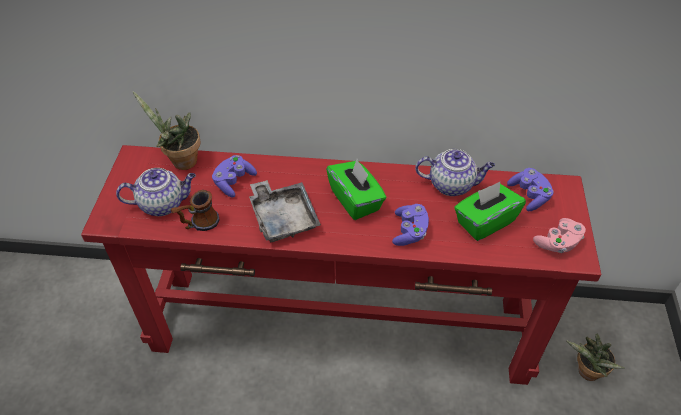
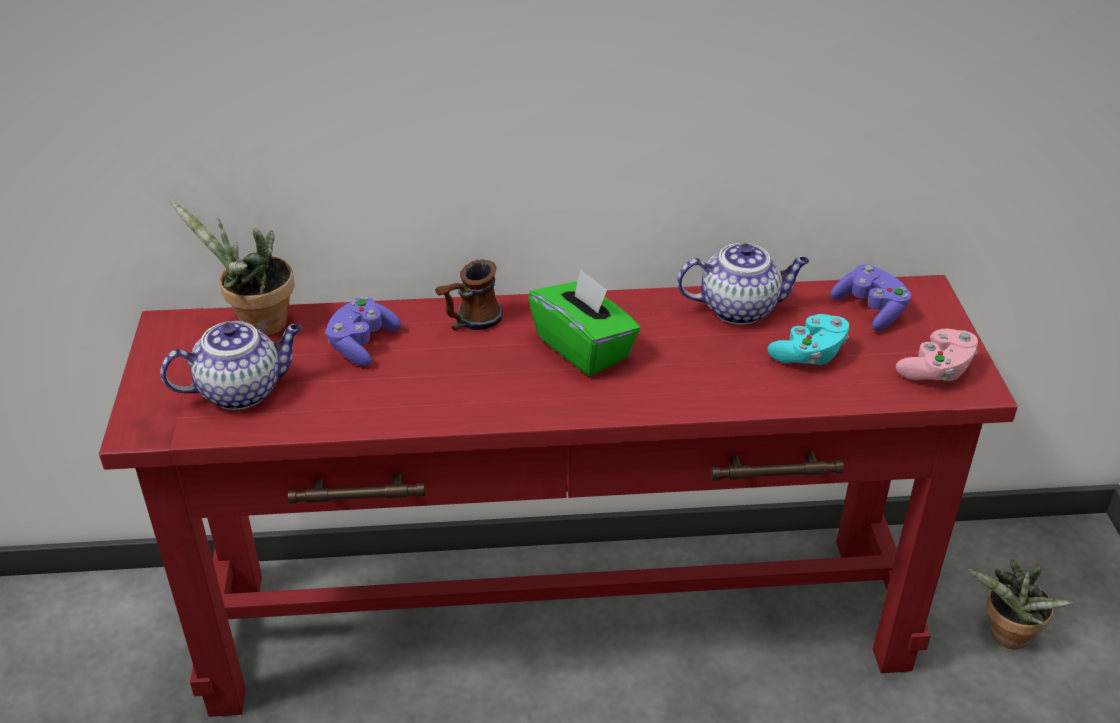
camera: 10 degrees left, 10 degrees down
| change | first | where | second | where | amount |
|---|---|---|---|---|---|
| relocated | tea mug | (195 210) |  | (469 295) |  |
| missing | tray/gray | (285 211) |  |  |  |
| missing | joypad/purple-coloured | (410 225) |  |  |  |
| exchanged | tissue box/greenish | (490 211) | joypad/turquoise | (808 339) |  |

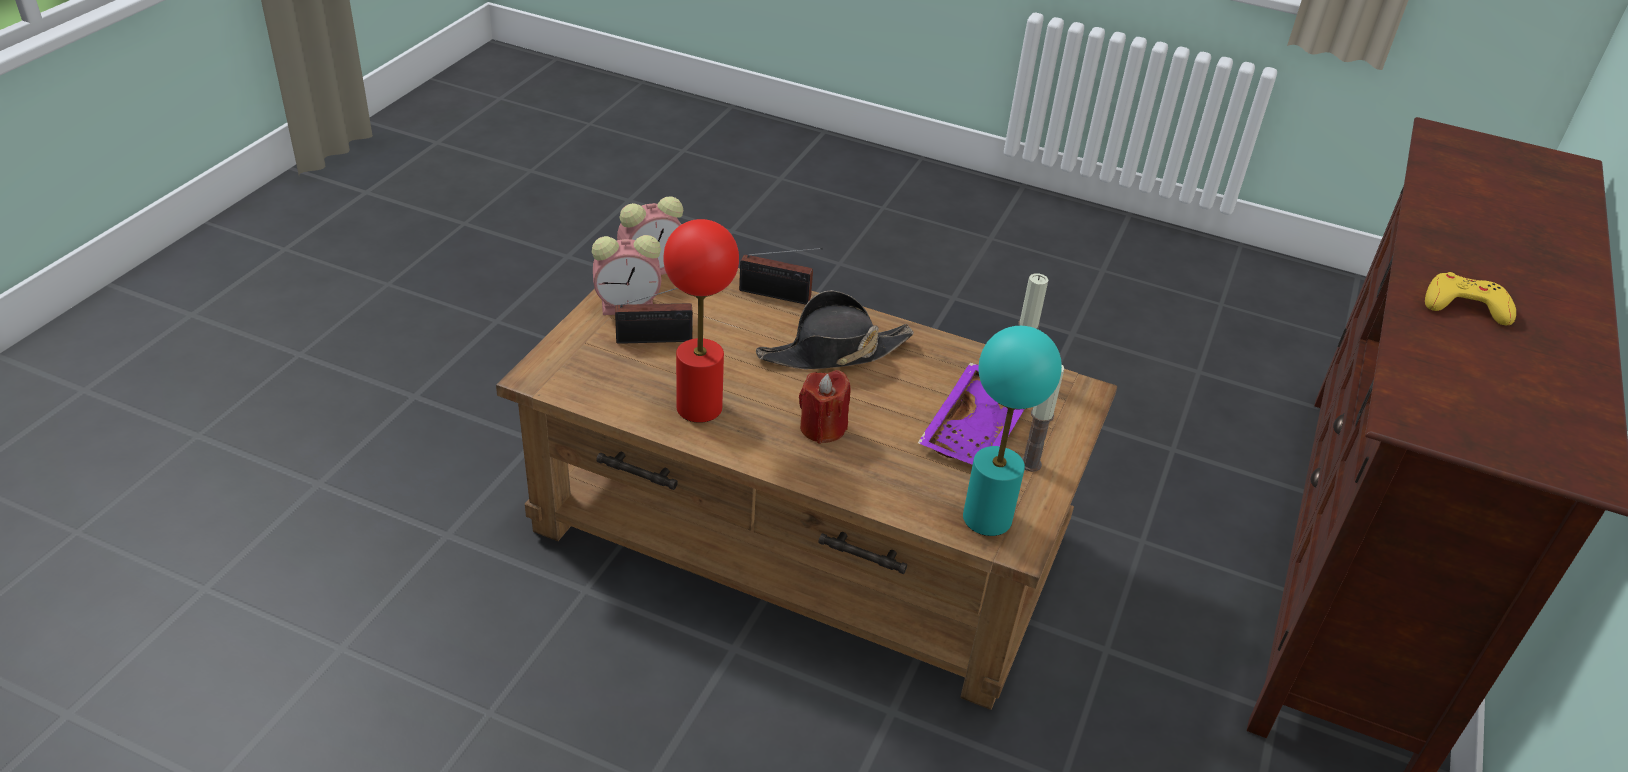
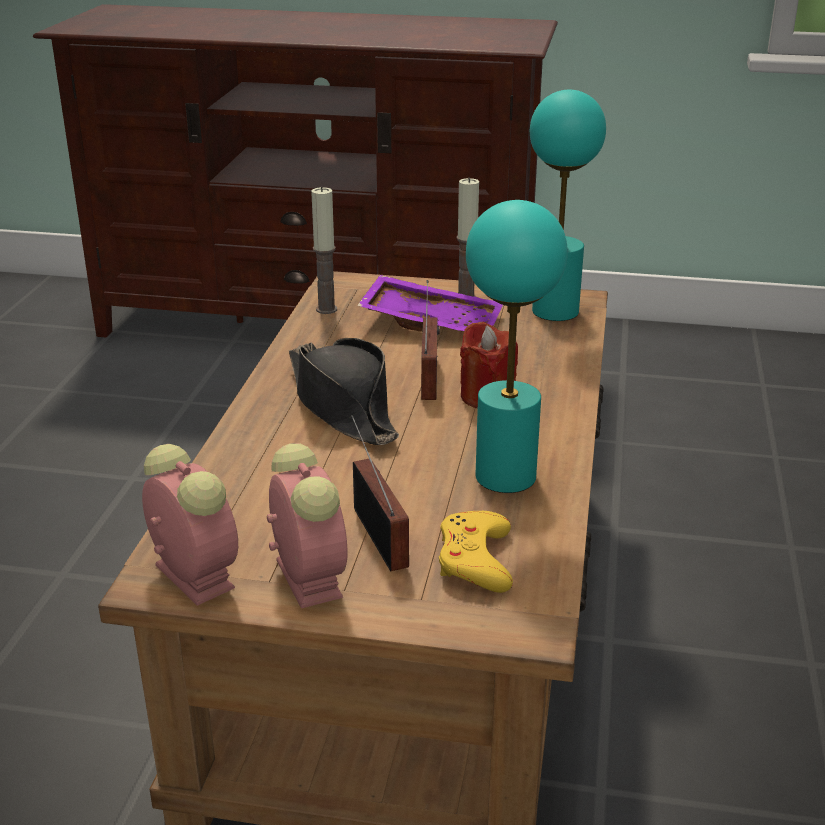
camera: 100 degrees left, 10 degrees down
| change | first | where | second | where | amount |
|---|---|---|---|---|---|
| colour | table lamp/red-coloured | (701 321) | table lamp/turquoise | (517 346) |  |
| relocated | radio receiver | (781 276) |  | (430 340) |  |
| relocated | joypad/yellow-coloured | (1470 299) |  | (476 552) |  |

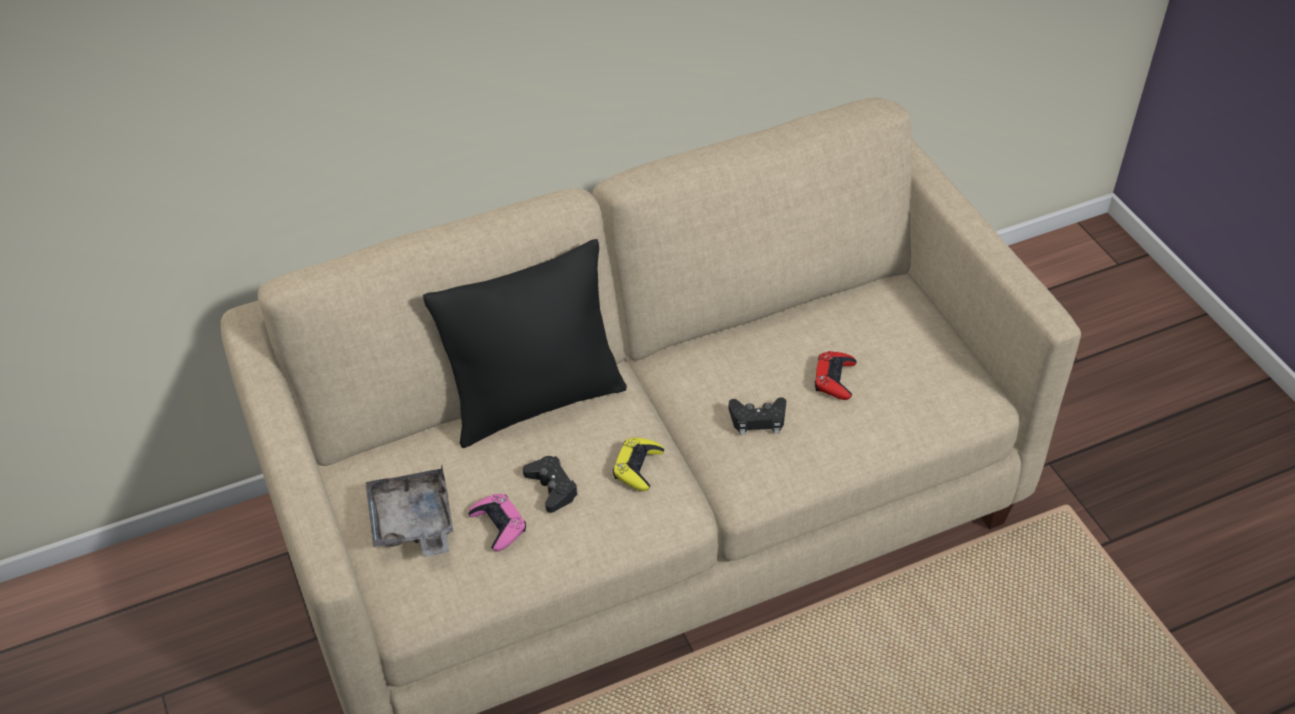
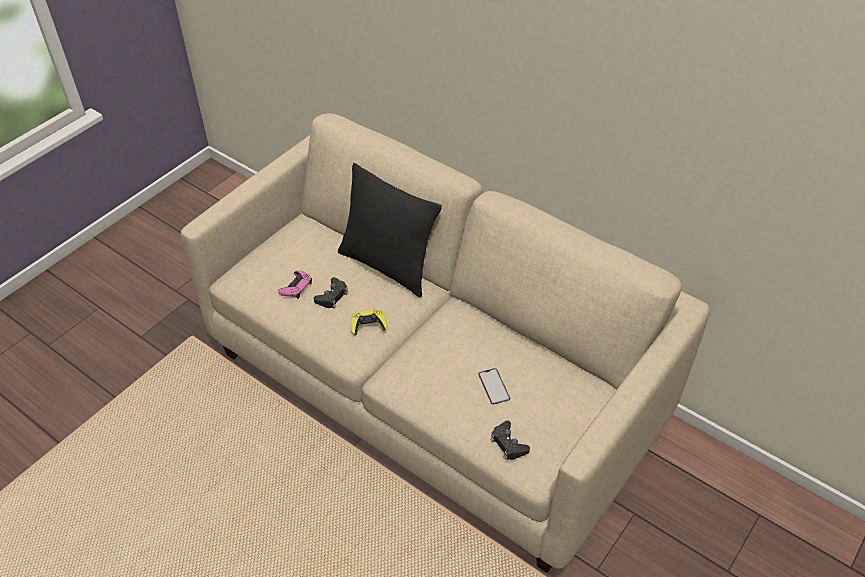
camera: 60 degrees right, 0 degrees up
| change | first | where | second | where | amount |
|---|---|---|---|---|---|
| missing | tray/gray | (410 511) |  |  |  |
| relocated | joypad/black-coloured | (757 415) |  | (510 440) |  |
| exchanged | joypad/red-coloured | (835 375) | phone | (494 386) |  |

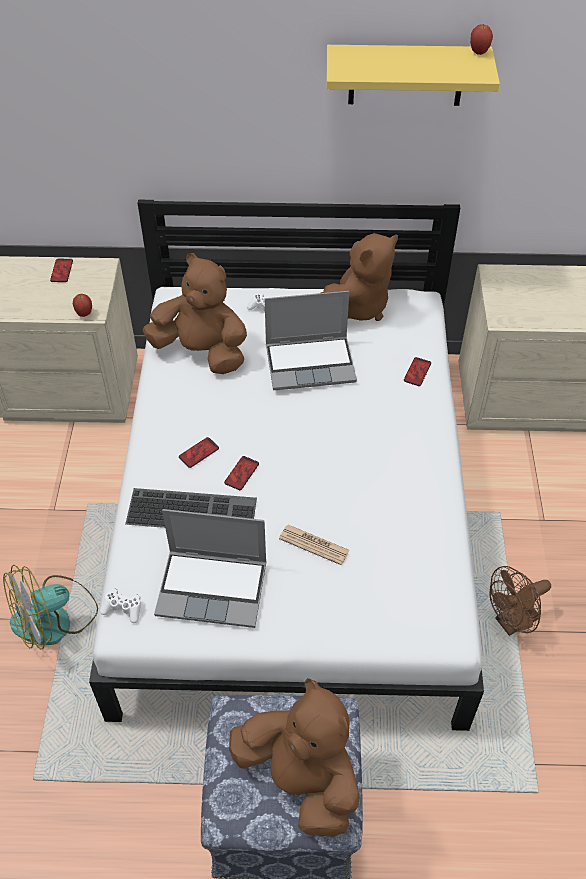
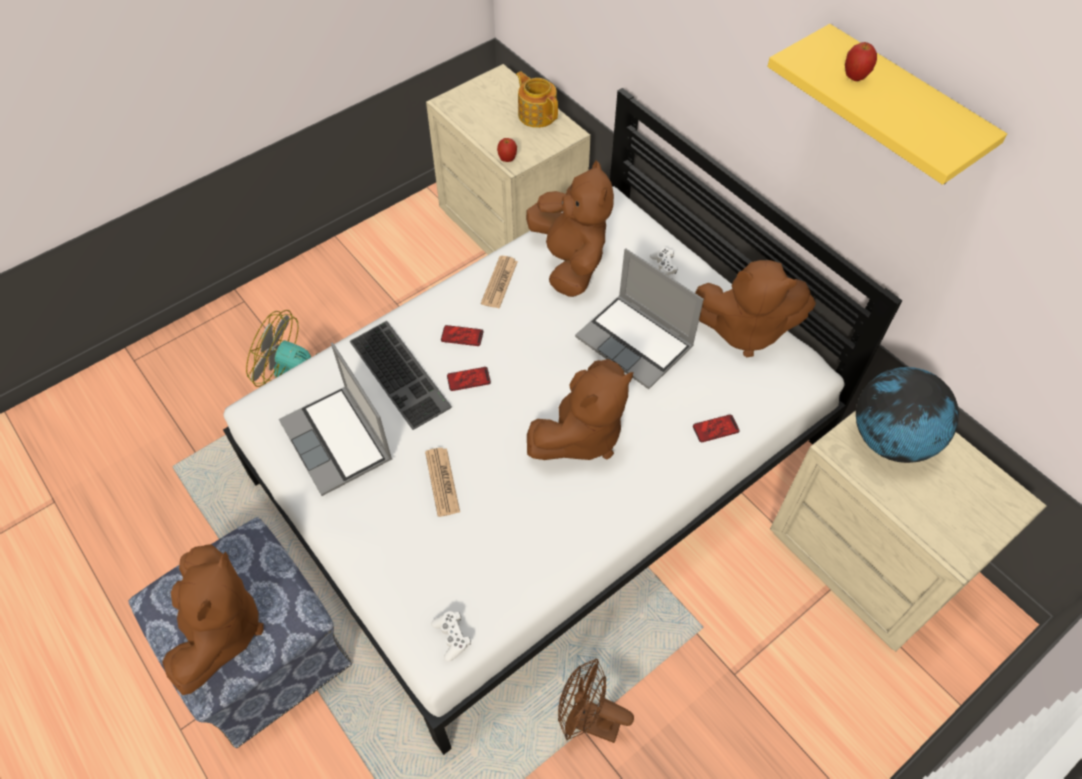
camera: 50 degrees right, 5 degrees up
| change | first | where | second | where | amount |
|---|---|---|---|---|---|
| exchanged | phone | (61 270) | tea pot | (537 99) |  |
| relocated | joypad/white | (120 605) |  | (451 636) |  |
| relocated | apple | (481 39) |  | (861 61) |  |
| appeared |  |  | newspaper | (499 282) |  |
| appeared |  |  | soft toy/brown-coloured | (580 409) |  |
| appeared |  |  | desk globe | (907 415) |  |

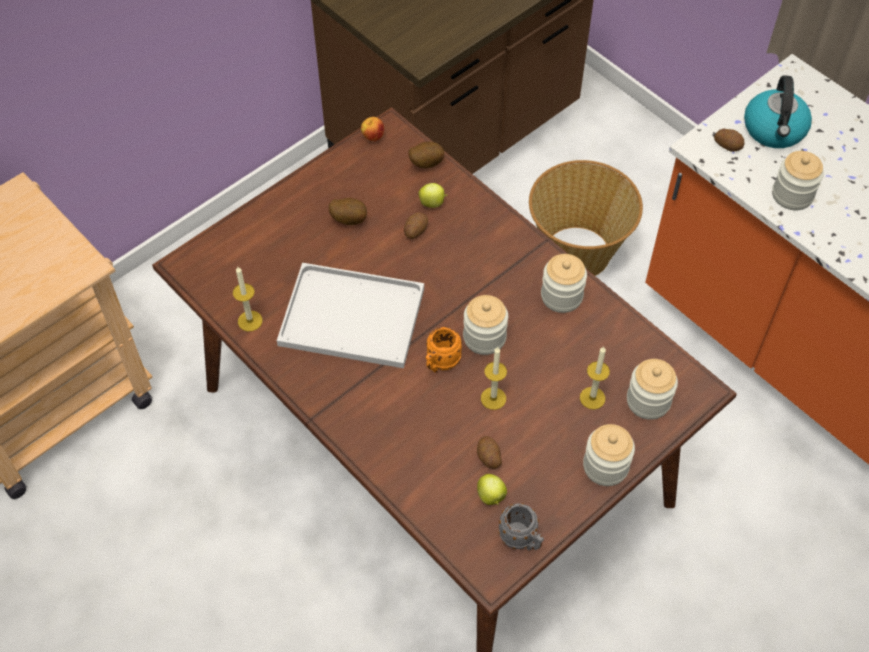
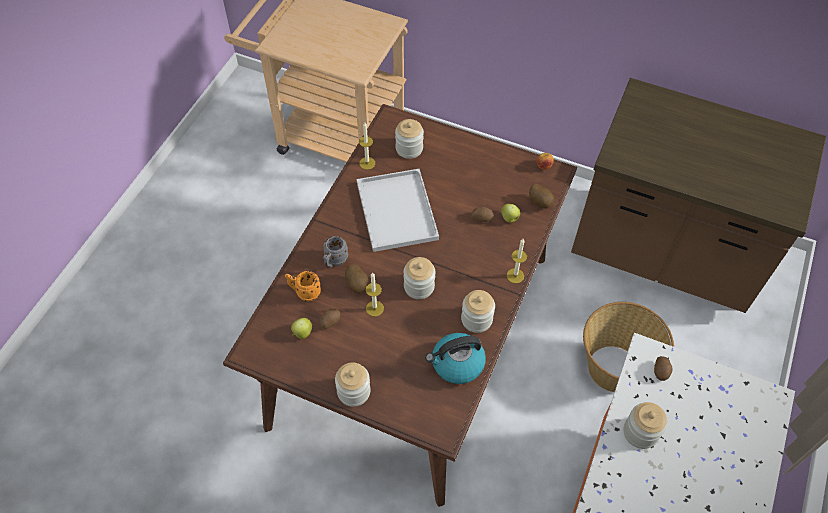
camera: 65 degrees right, 0 degrees up
| change | first | where | second | where | amount |
|---|---|---|---|---|---|
| relocated | spud | (348 211) |  | (357 278) |  |
| relocated | tea mug/orange | (444 350) |  | (303 286) |  |
| relocated | tea mug/gray | (521 526) |  | (335 252) |  |
| relocated | wax candle | (595 378) |  | (517 261) |  |
| relocated | storage jar | (652 389) |  | (409 139) |  |
| relocated | water kettle | (778 111) |  | (456 358) |  |

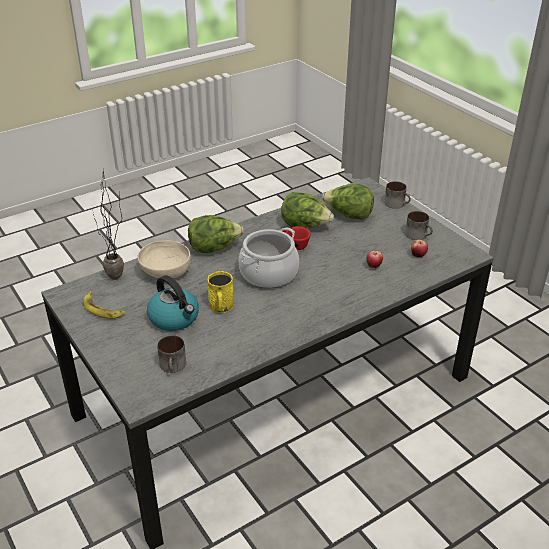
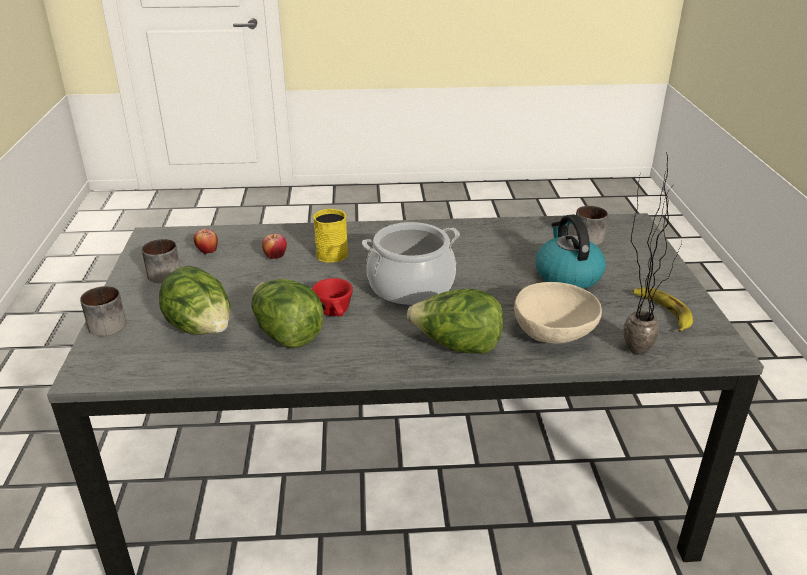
camera: 150 degrees left, 5 degrees down
| change | first | where | second | where | amount |
|---|---|---|---|---|---|
| relocated | tea mug/yellow-coloured | (220 292) |  | (330 236) |  |

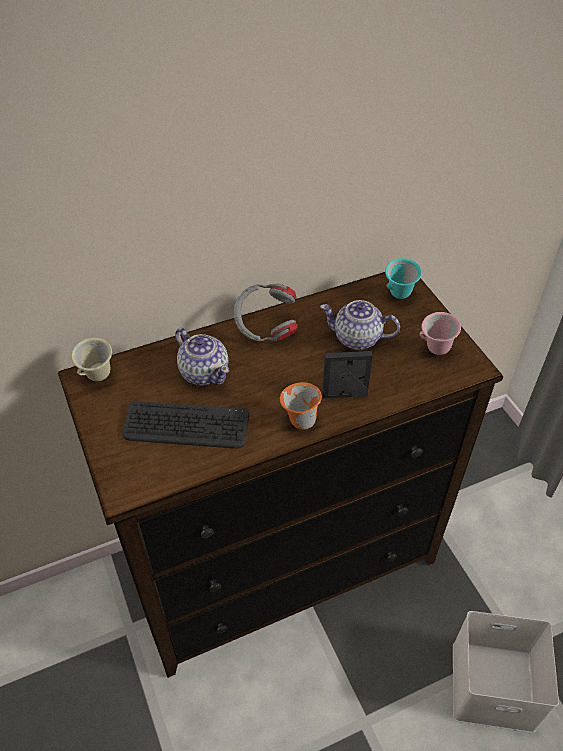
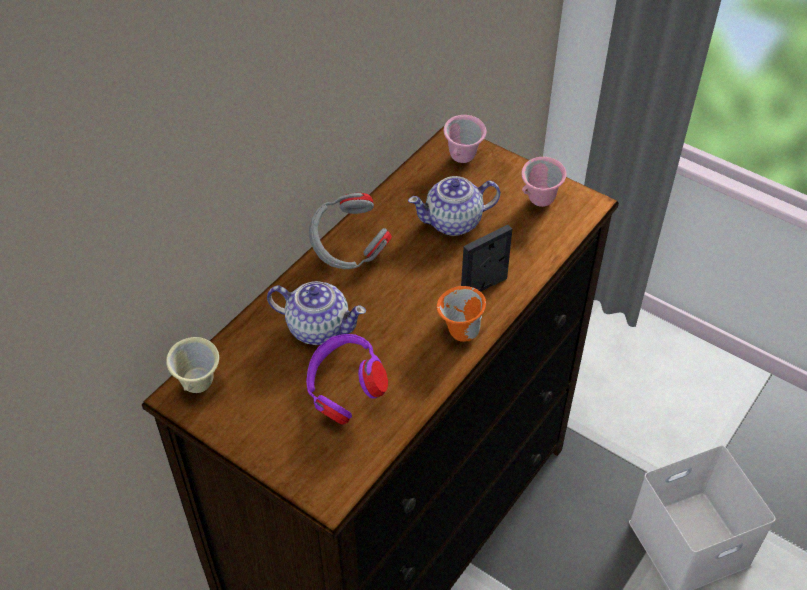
camera: 30 degrees left, 0 degrees up
| change | first | where | second | where | amount |
|---|---|---|---|---|---|
| exchanged | computer keyboard | (186 425) | headset/purple-coloured | (347 379) |  |
| colour | tea mug/turquoise | (403 278) | tea mug/pink | (465 139) |  |

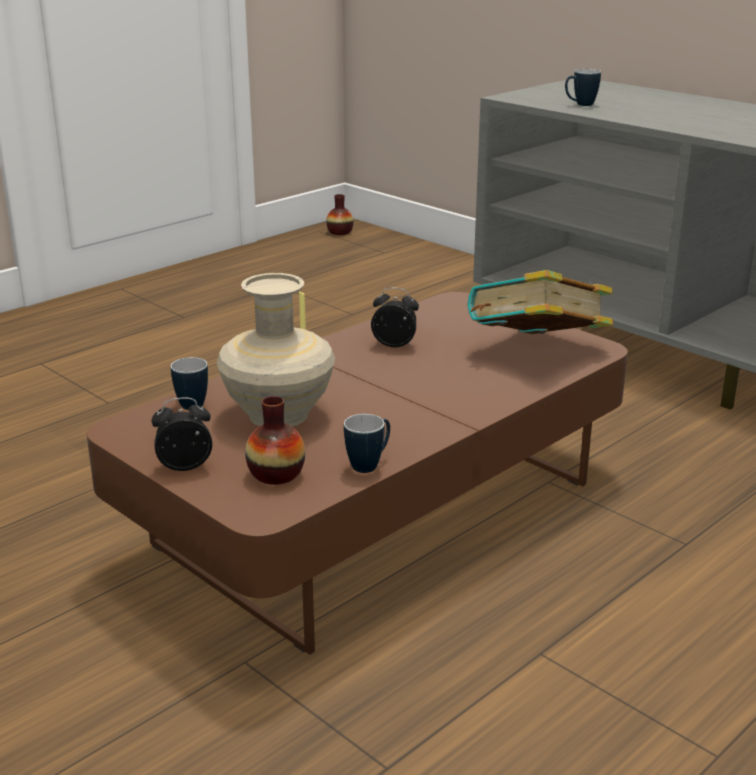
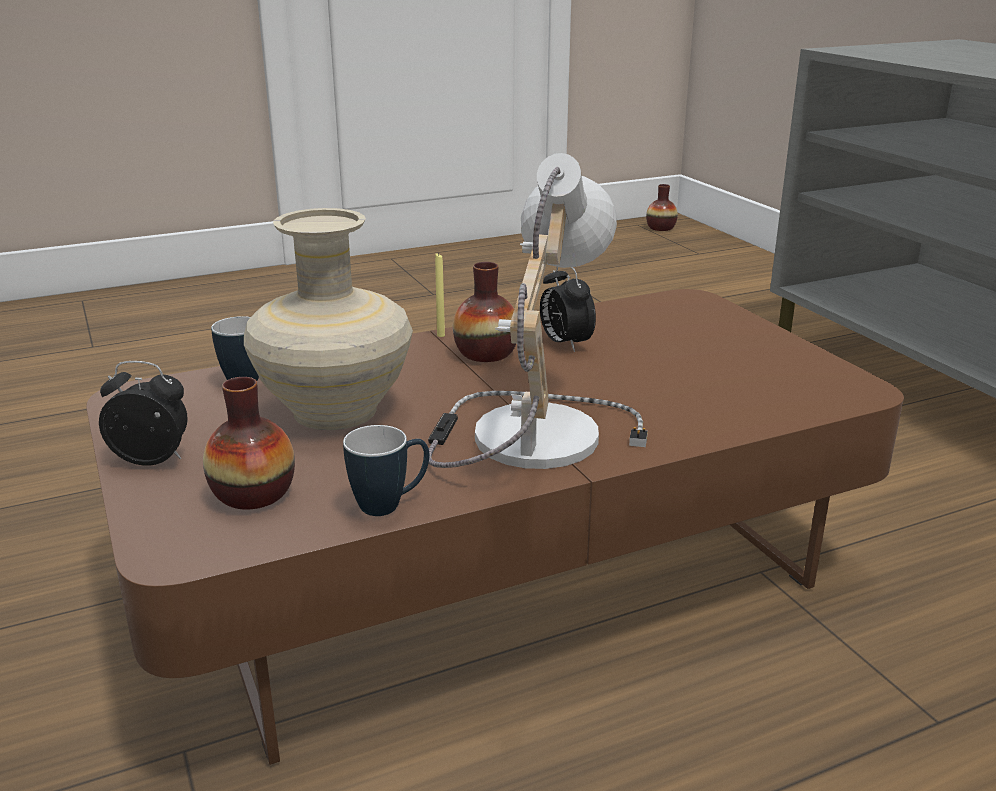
camera: 20 degrees right, 0 degrees up
| change | first | where | second | where | amount |
|---|---|---|---|---|---|
| spun | alarm clock | (395 317) |  | (568 309) | 150 degrees counterclockwise |
| missing | book | (540 302) |  |  |  |
| missing | tea mug | (583 87) |  |  |  |
| appeared |  |  | table lamp | (538 311) |  |
| appeared |  |  | flower vase | (484 312) |  |

